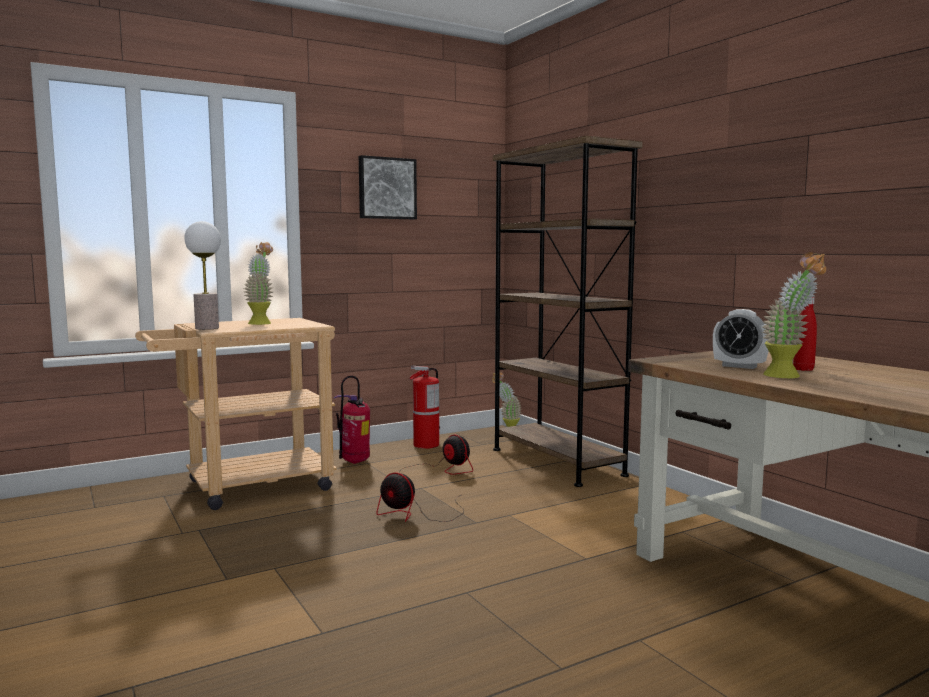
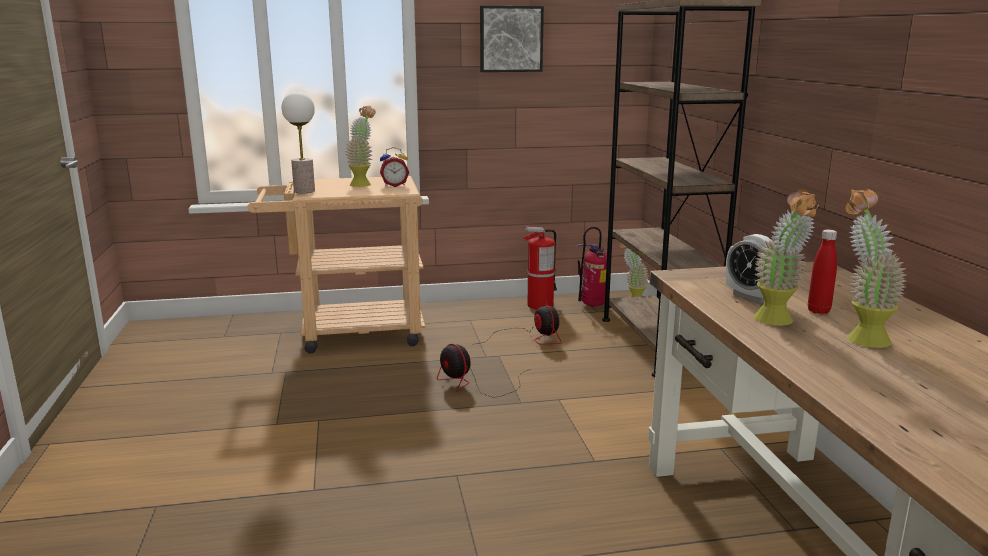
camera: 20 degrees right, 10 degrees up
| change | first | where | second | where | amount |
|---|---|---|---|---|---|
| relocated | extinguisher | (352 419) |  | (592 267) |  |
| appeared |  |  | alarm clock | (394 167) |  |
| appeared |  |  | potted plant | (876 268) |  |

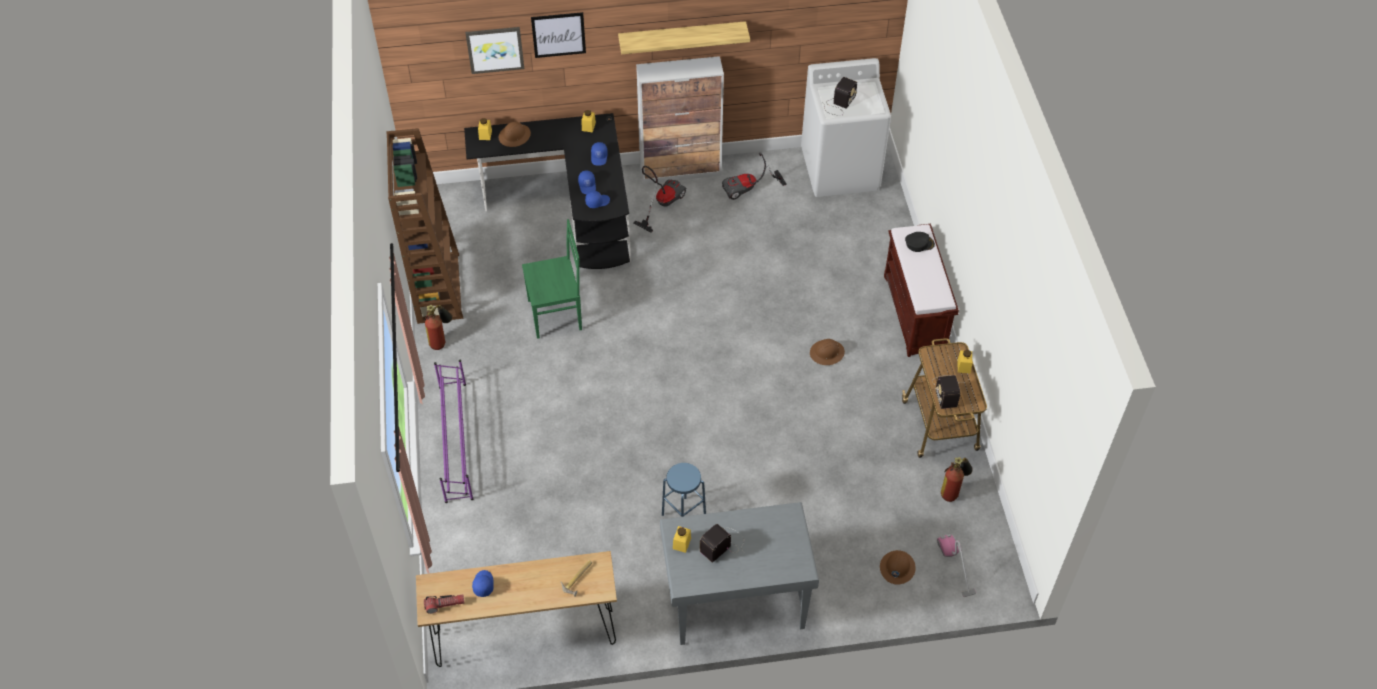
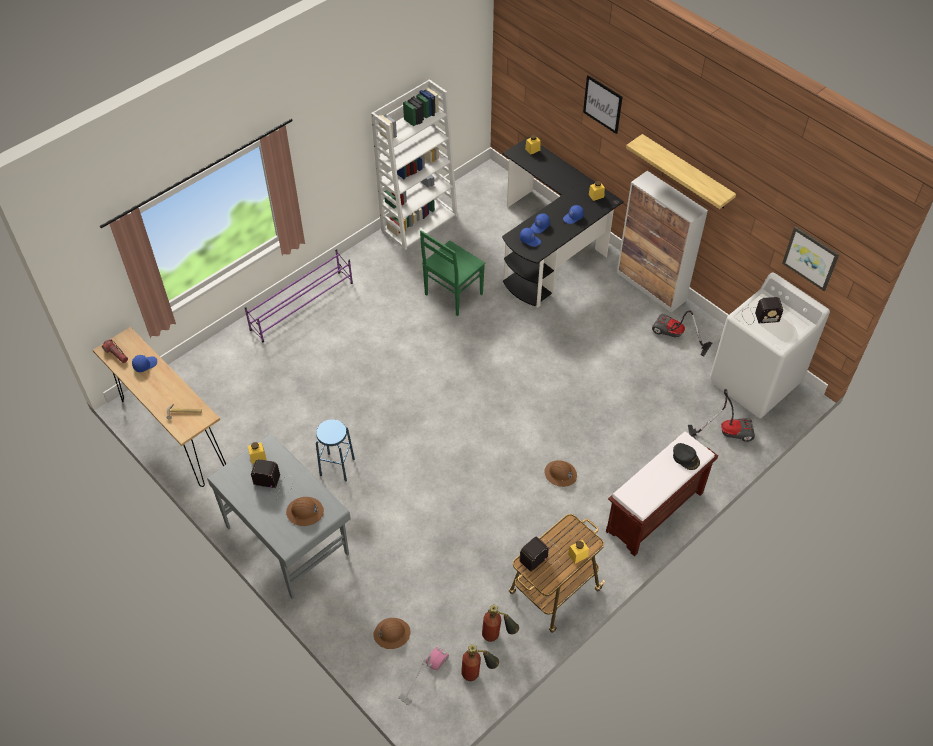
camera: 55 degrees right, 0 degrees up
| change | first | where | second | where | amount |
|---|---|---|---|---|---|
| colour | bookshelf/brown-coloured | (424 226) | bookshelf/white | (414 164) |  |
| relocated | extinguisher | (438 327) |  | (480 662) |  |
| relocated | picture | (494 50) |  | (810 258) |  |
| relocated | work helmet/brown-coloured | (515 134) |  | (305 511) |  |
| spun | chair/greenish | (552 279) |  | (452 273) | 90 degrees clockwise |
| relocated | hoover | (660 199) |  | (721 415) |  |

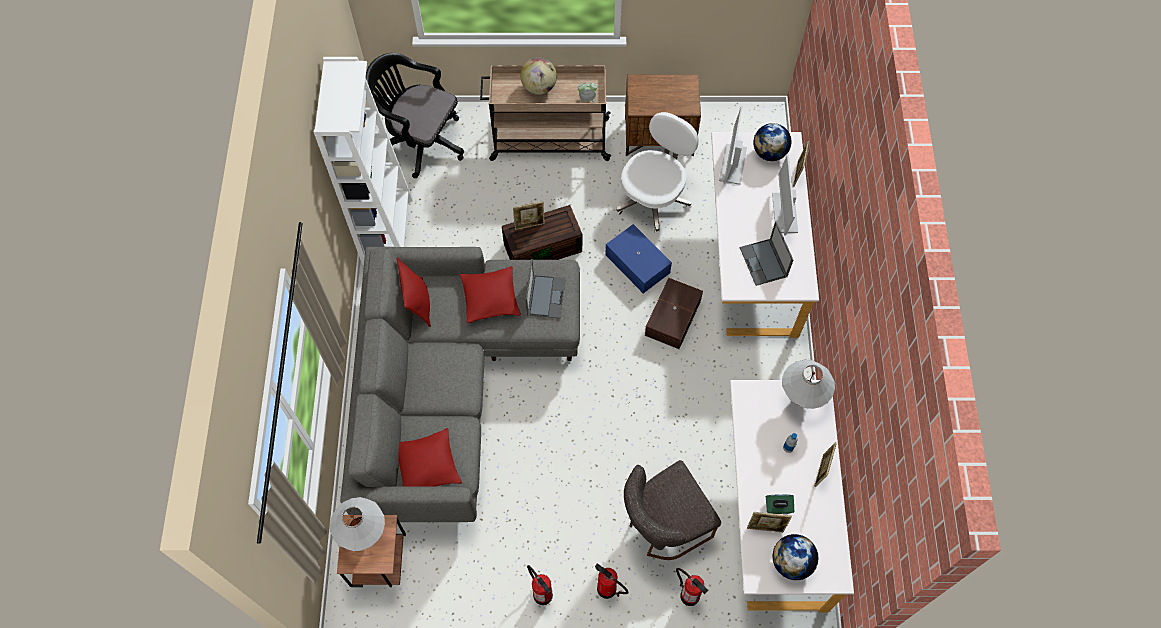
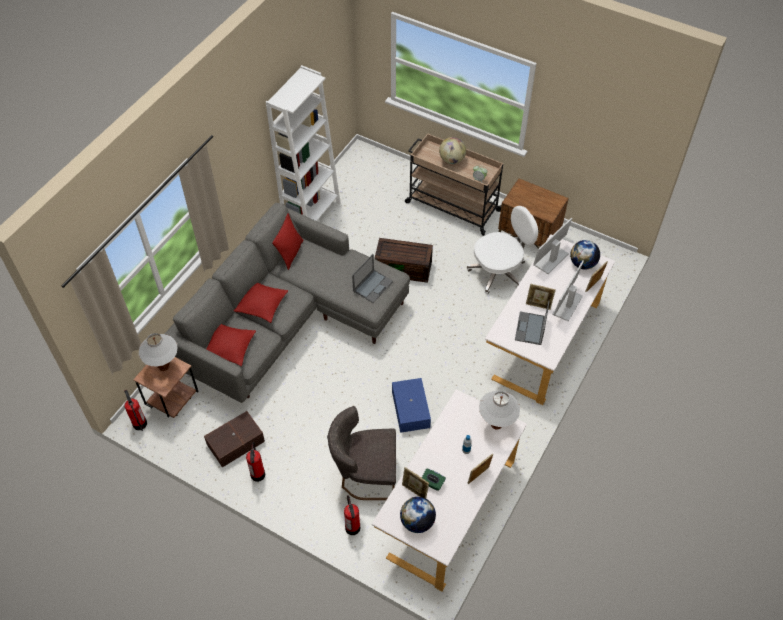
camera: 30 degrees right, 10 degrees down
| change | first | where | second | where | amount |
|---|---|---|---|---|---|
| missing | desk chair/black-coloured | (415 115) |  |  |  |
| relocated | cushion/red-coloured | (490 294) |  | (261 303) |  |
| relocated | photo frame | (529 215) |  | (541 297) |  |
| relocated | extinguisher | (611 581) |  | (135 410) |  |
| relocated | storage bin/bluish | (638 258) |  | (411 405) |  |
| relocated | storage bin/brown-coloured | (674 313) |  | (234 439) |  |

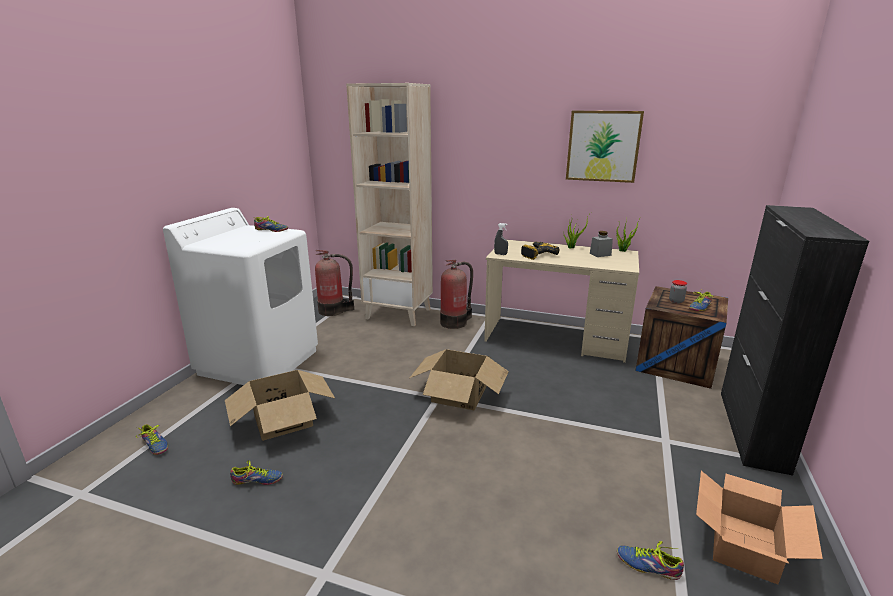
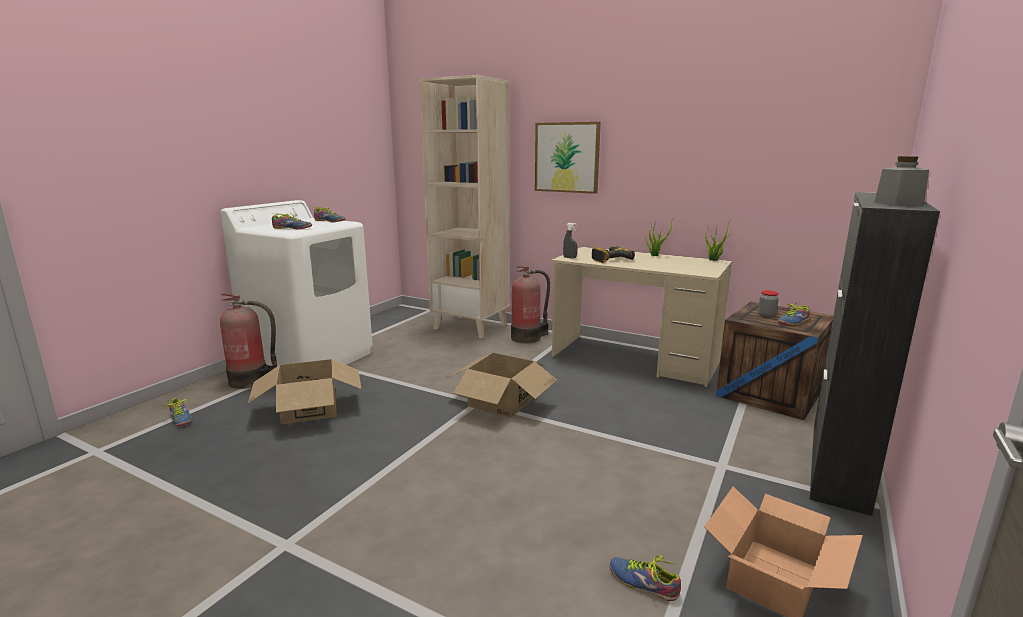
camera: 10 degrees right, 5 degrees down
| change | first | where | second | where | amount |
|---|---|---|---|---|---|
| relocated | shoe | (256 472) |  | (292 221) |  |
| relocated | extinguisher | (334 283) |  | (248 341) |  |
| relocated | picture | (605 147) |  | (568 158) |  |
| relocated | storage jar/gray | (601 244) |  | (901 181) |  |

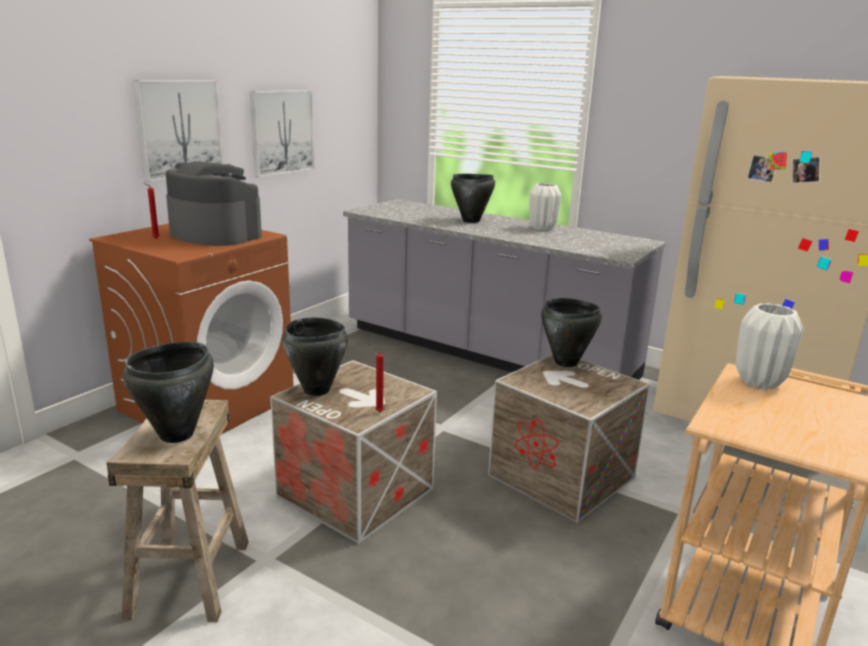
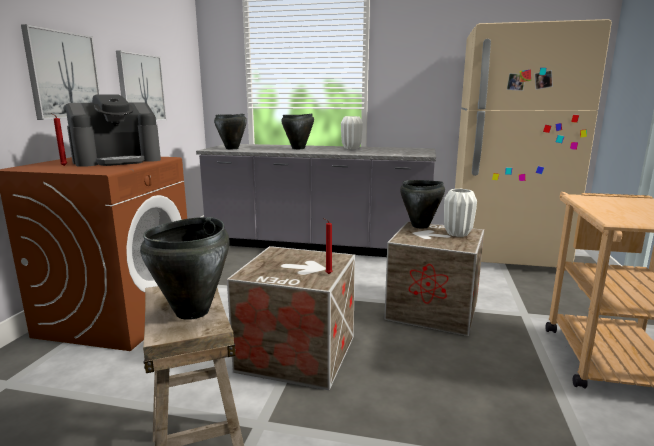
camera: 20 degrees left, 5 degrees down
| change | first | where | second | where | amount |
|---|---|---|---|---|---|
| spun | coffee machine | (214 203) |  | (113 130) | 135 degrees clockwise |
| relocated | stockpot/black-coloured | (315 356) |  | (230 131) |  |
| relocated | flower vase/white | (770 346) |  | (460 213) |  |

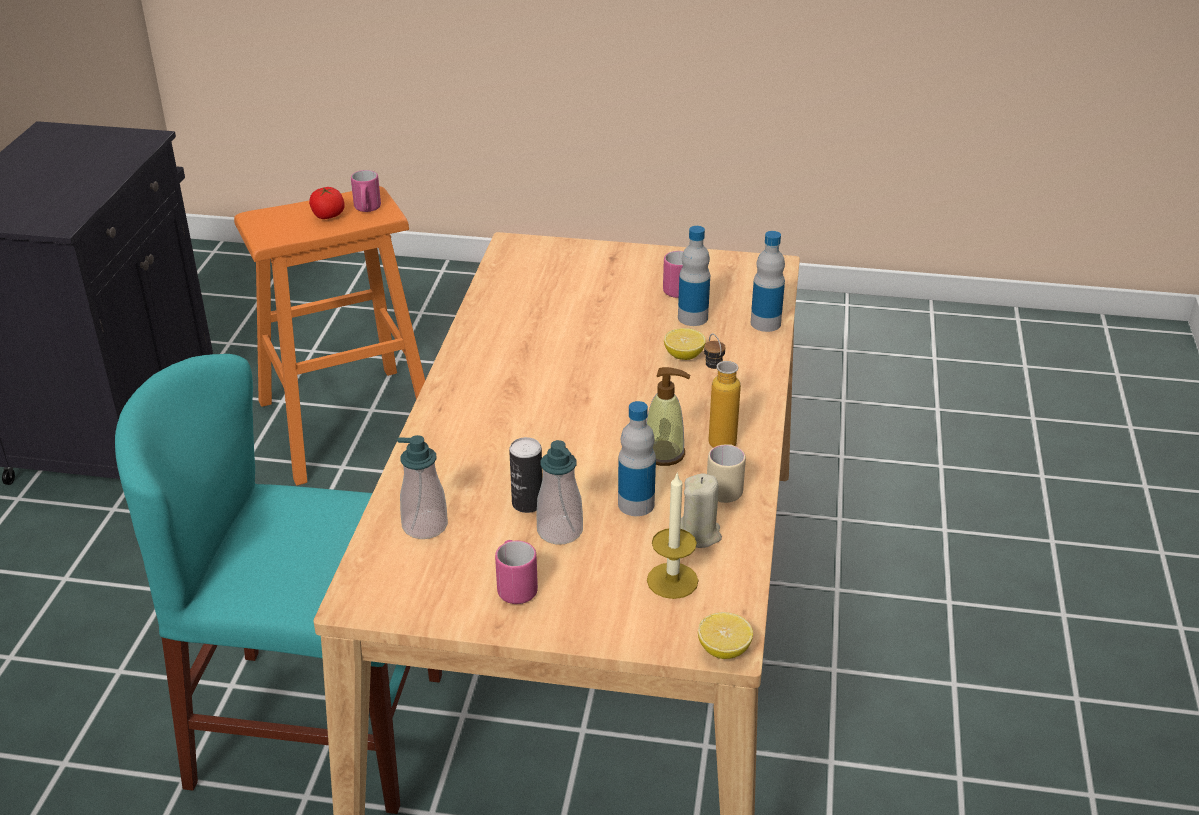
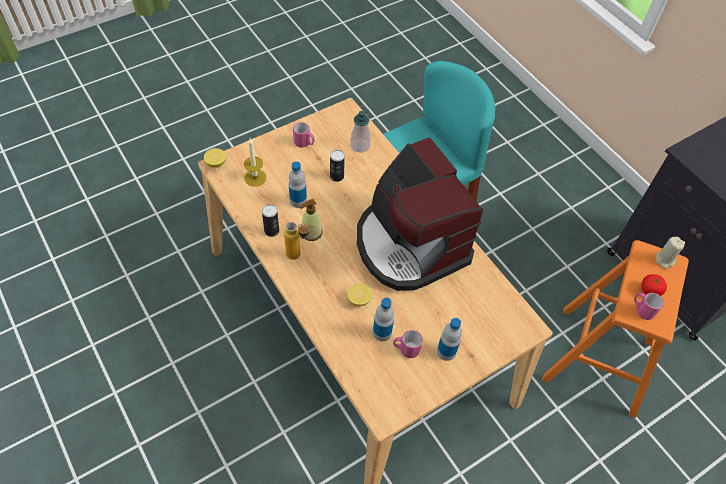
camera: 135 degrees right, 20 degrees up
| change | first | where | second | where | amount |
|---|---|---|---|---|---|
| missing | soap dispenser | (560 492) |  |  |  |
| relocated | wax candle/sand-coloured | (701 511) |  | (670 253) |  |
| exchanged | tea mug/sand-coloured | (726 473) | metal can | (270 221) |  |
| relocated | beverage bottle | (768 281) |  | (449 339) |  |
| appeared |  |  | coffee machine | (420 214) |  |

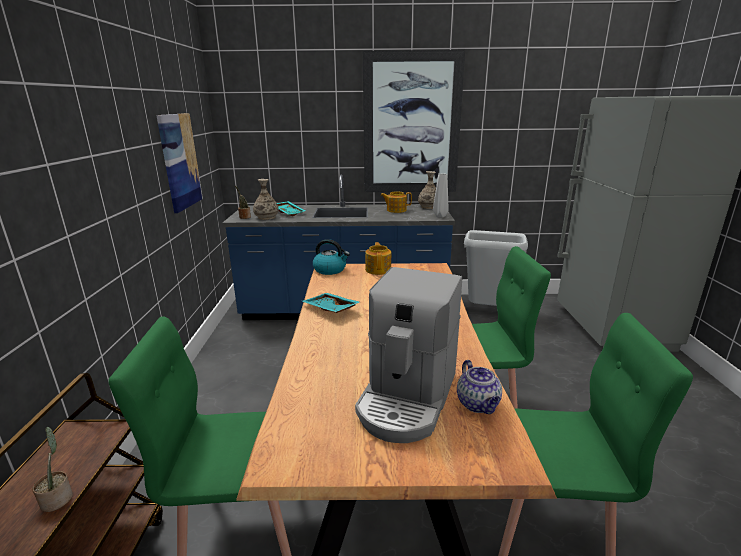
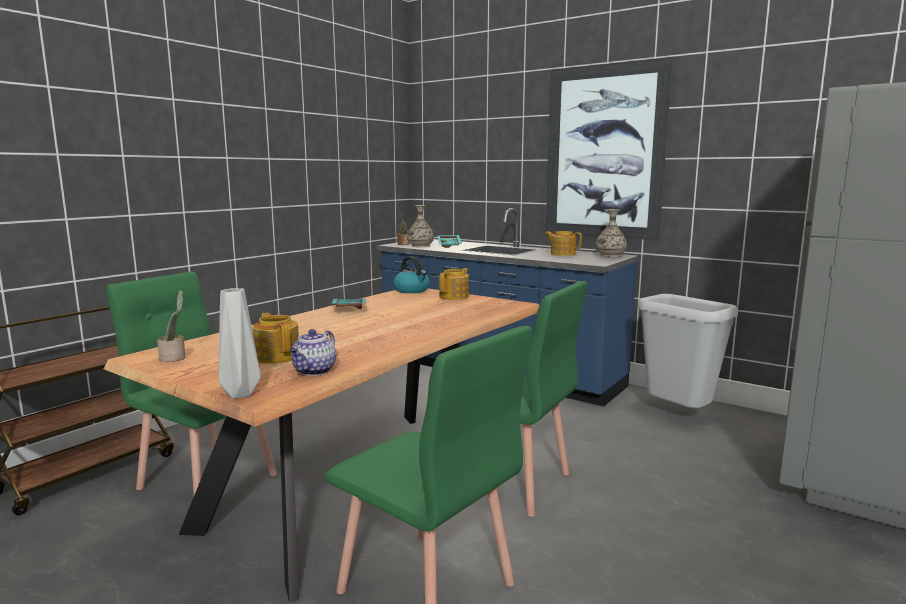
camera: 35 degrees right, 10 degrees down
| change | first | where | second | where | amount |
|---|---|---|---|---|---|
| relocated | potted plant | (53 469) |  | (171 326) |  |
| missing | picture | (179 163) |  |  |  |
| exchanged | coffee machine | (408 355) | tea pot | (276 337) |  |
| relocated | flower vase/gray | (441 196) |  | (239 343) |  |

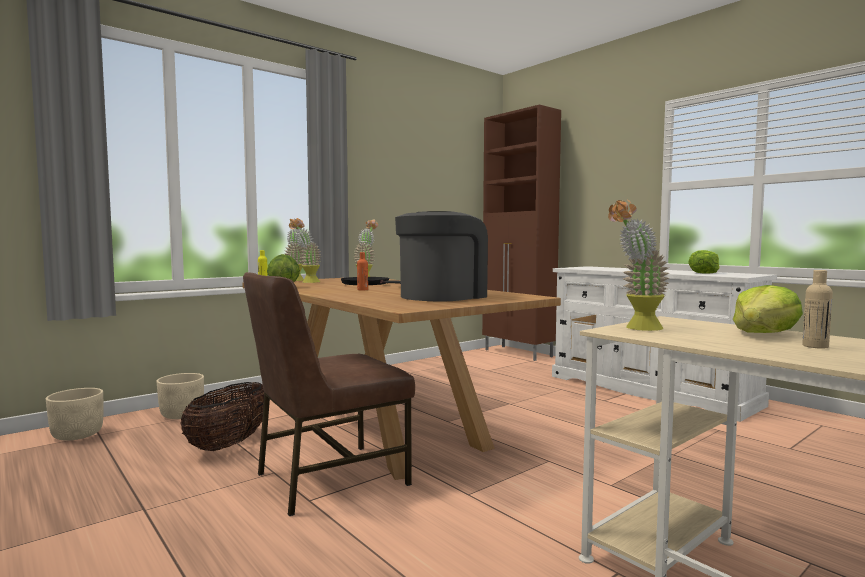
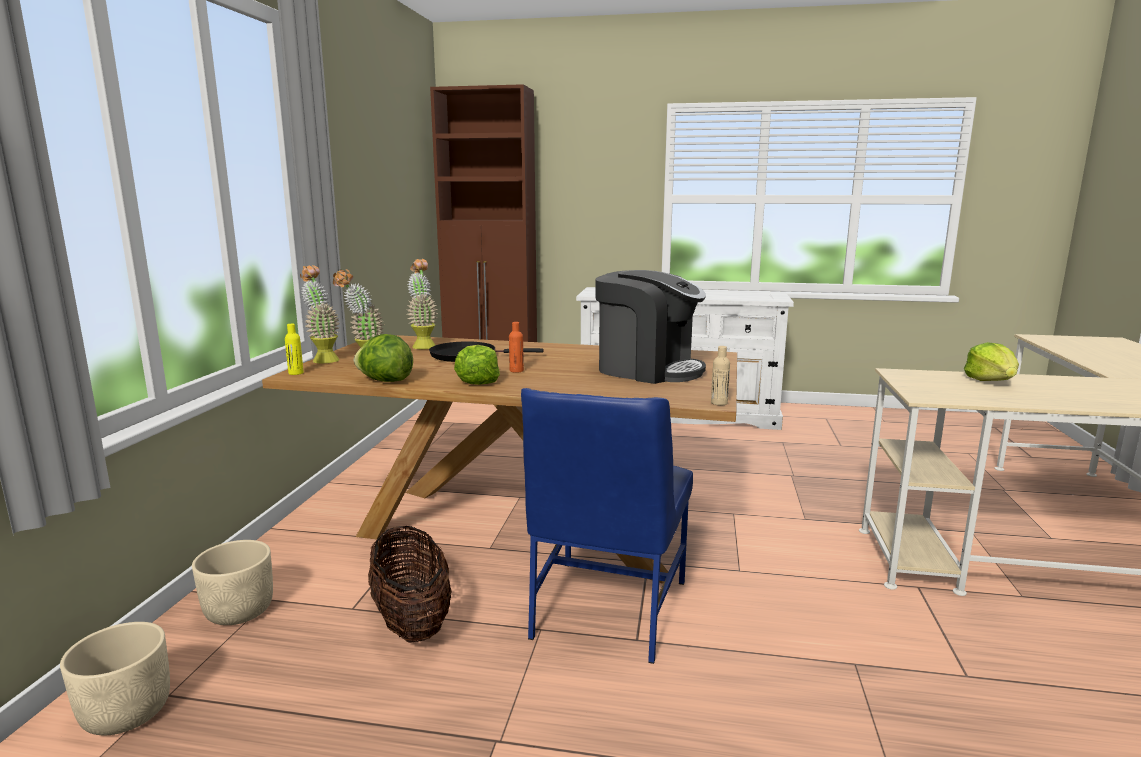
camera: 40 degrees left, 10 degrees up
| change | first | where | second | where | amount |
|---|---|---|---|---|---|
| colour | chair/brown-coloured | (329 394) | chair/bluish | (607 526) |  |
| spun | coffee machine | (441 256) |  | (650 327) | 120 degrees clockwise |
| missing | potted plant | (638 265) |  |  |  |
| relocated | lettuce head | (704 262) |  | (477 365) |  |
| relocated | beverage bottle/sand-coloured | (817 309) |  | (720 375) |  |

